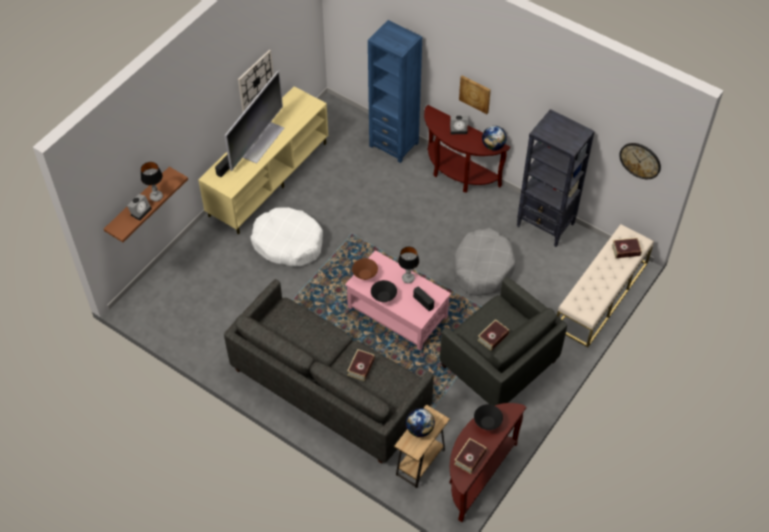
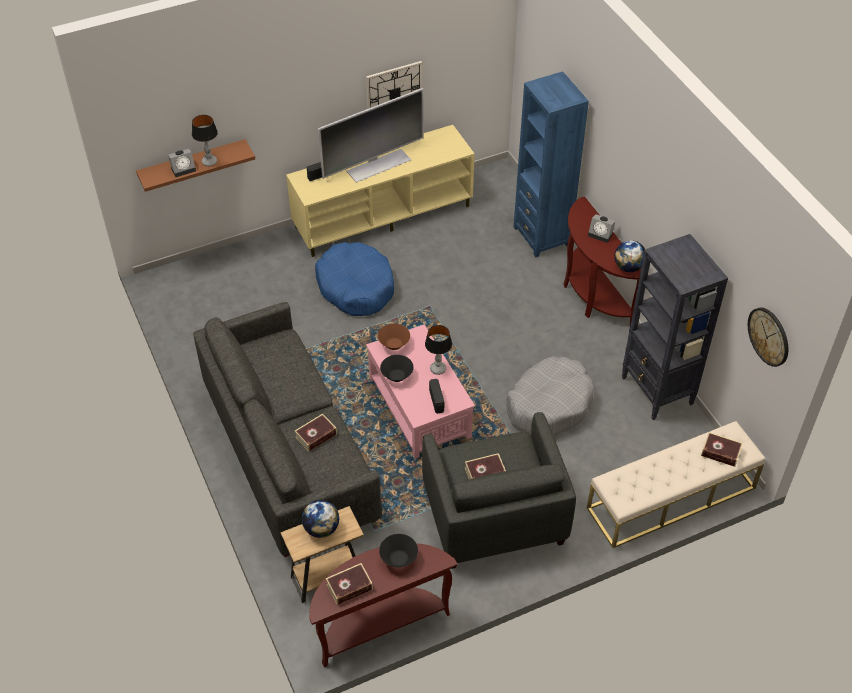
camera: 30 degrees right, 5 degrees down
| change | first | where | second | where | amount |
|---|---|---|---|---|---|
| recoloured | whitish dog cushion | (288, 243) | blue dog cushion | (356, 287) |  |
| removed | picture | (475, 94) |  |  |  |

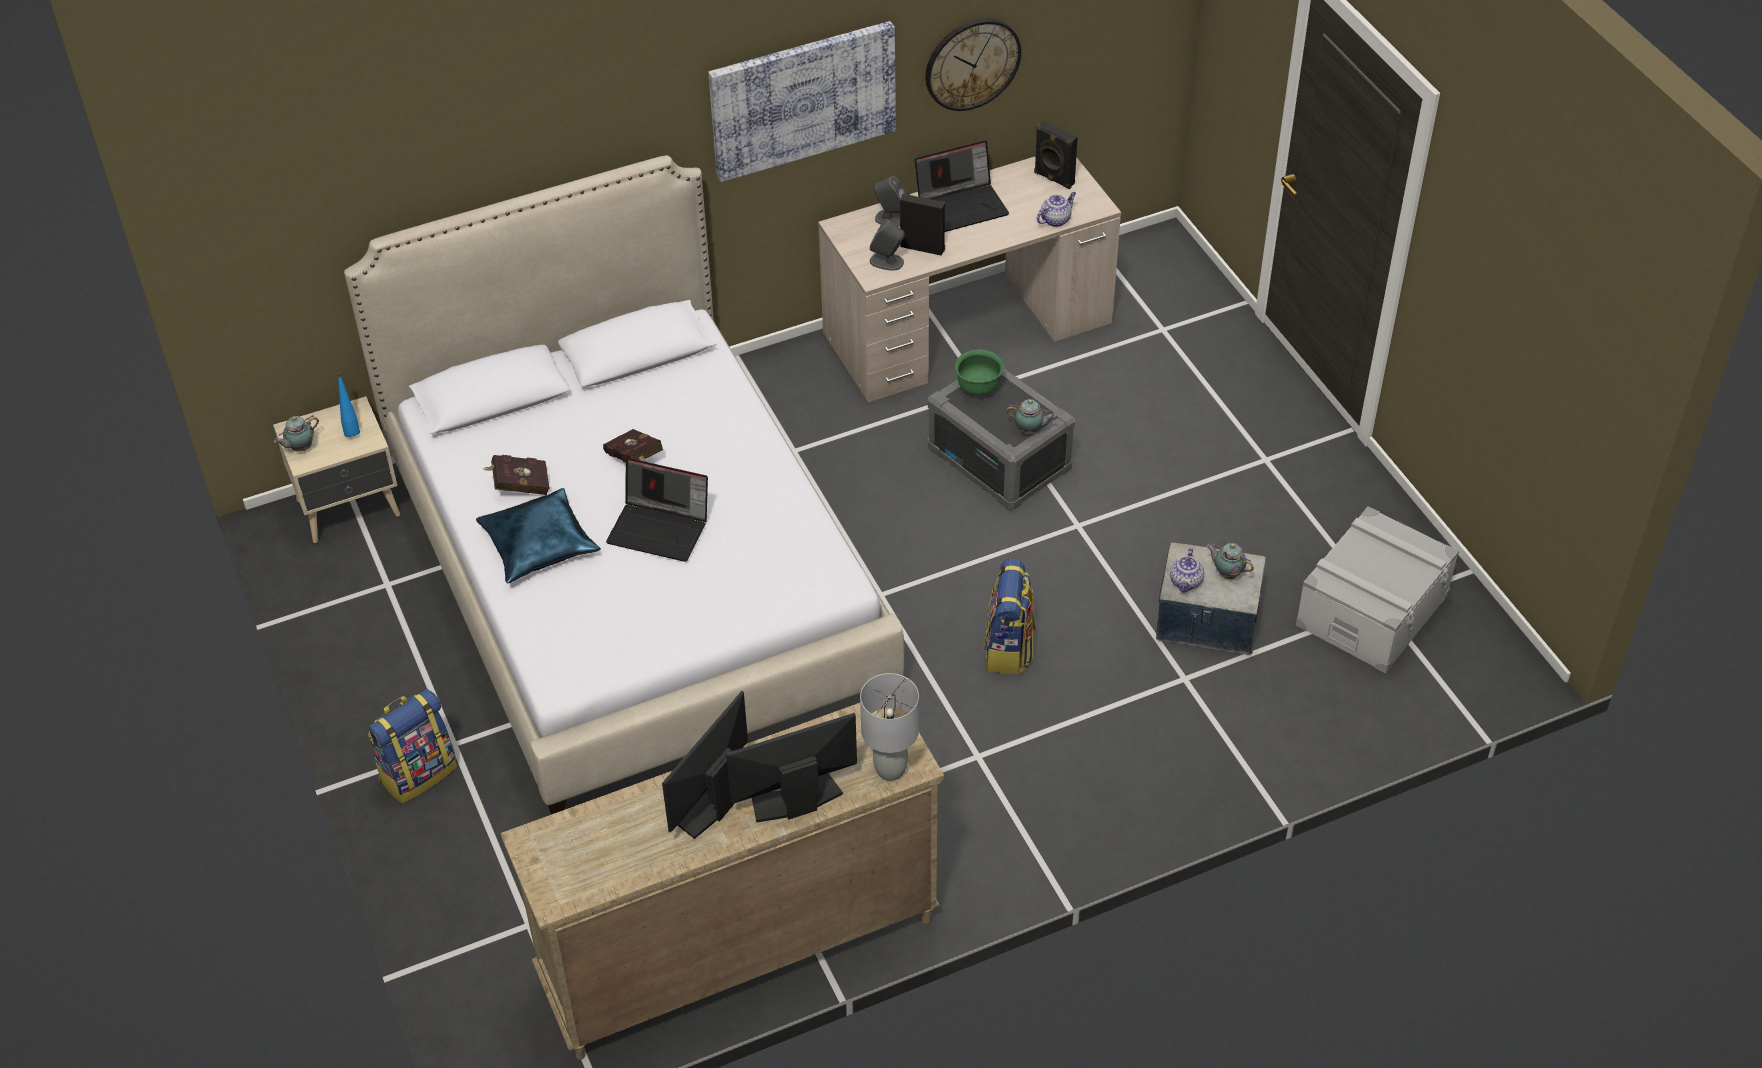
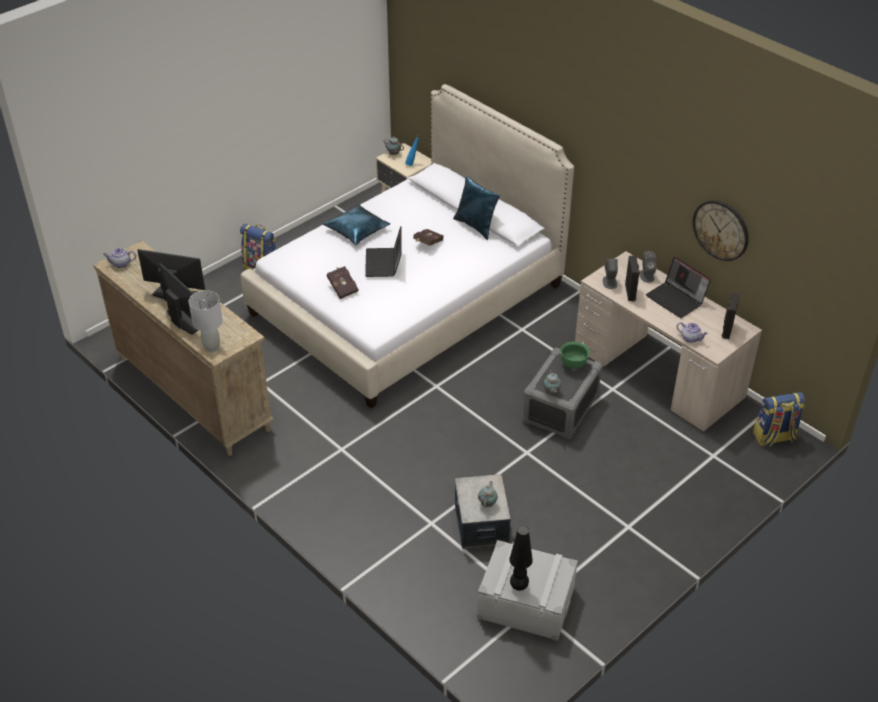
camera: 70 degrees right, 5 degrees down
| change | first | where | second | where | amount |
|---|---|---|---|---|---|
| moved | tea pot | (1186, 583) |  | (121, 264) |  |
| moved | reddish volume | (519, 485) |  | (342, 288) |  |
| added |  |  | blue throw pillow | (476, 226) |  |
| added |  |  | black tabletop lamp | (518, 586) |  |
| moved | backpack | (1009, 649) |  | (774, 437) |  |
| removed | picture | (802, 98) |  |  |  |

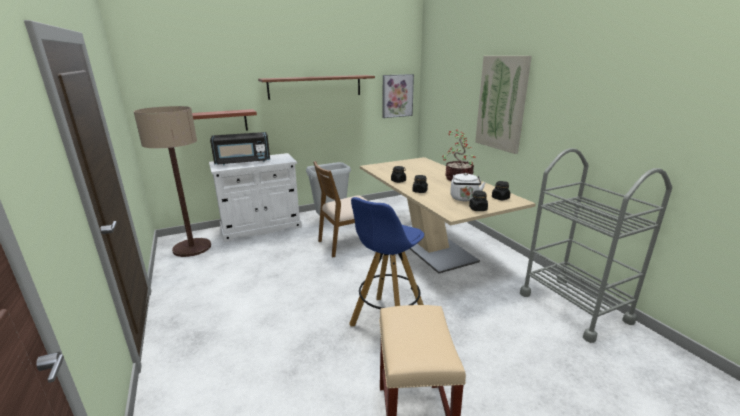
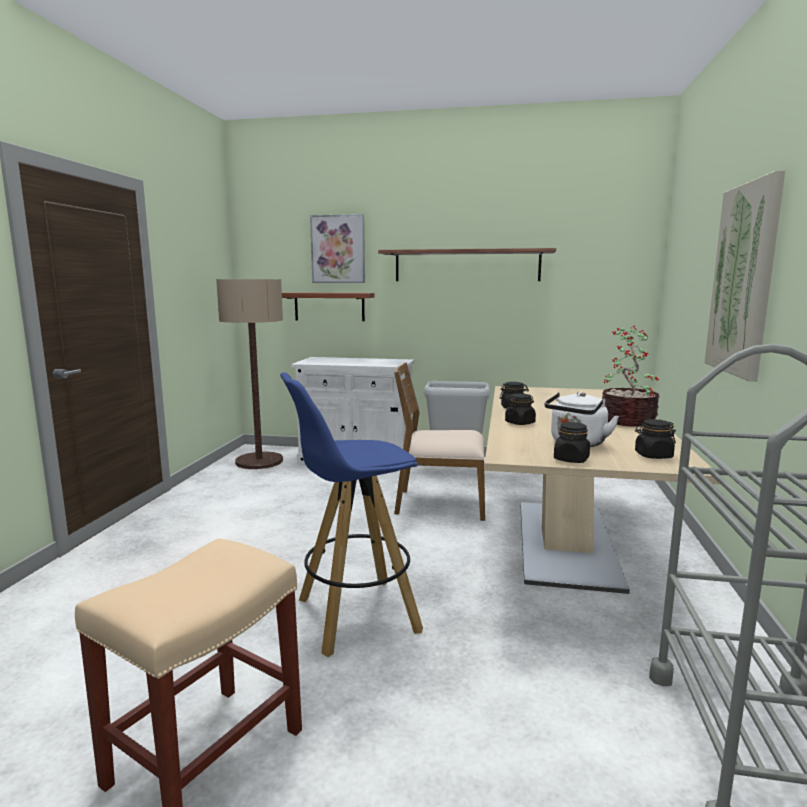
camera: 35 degrees right, 10 degrees down
| change | first | where | second | where | amount |
|---|---|---|---|---|---|
| moved | picture | (397, 96) |  | (338, 249) |  |
| removed | black kitchen microwave | (243, 162) |  |  |  |

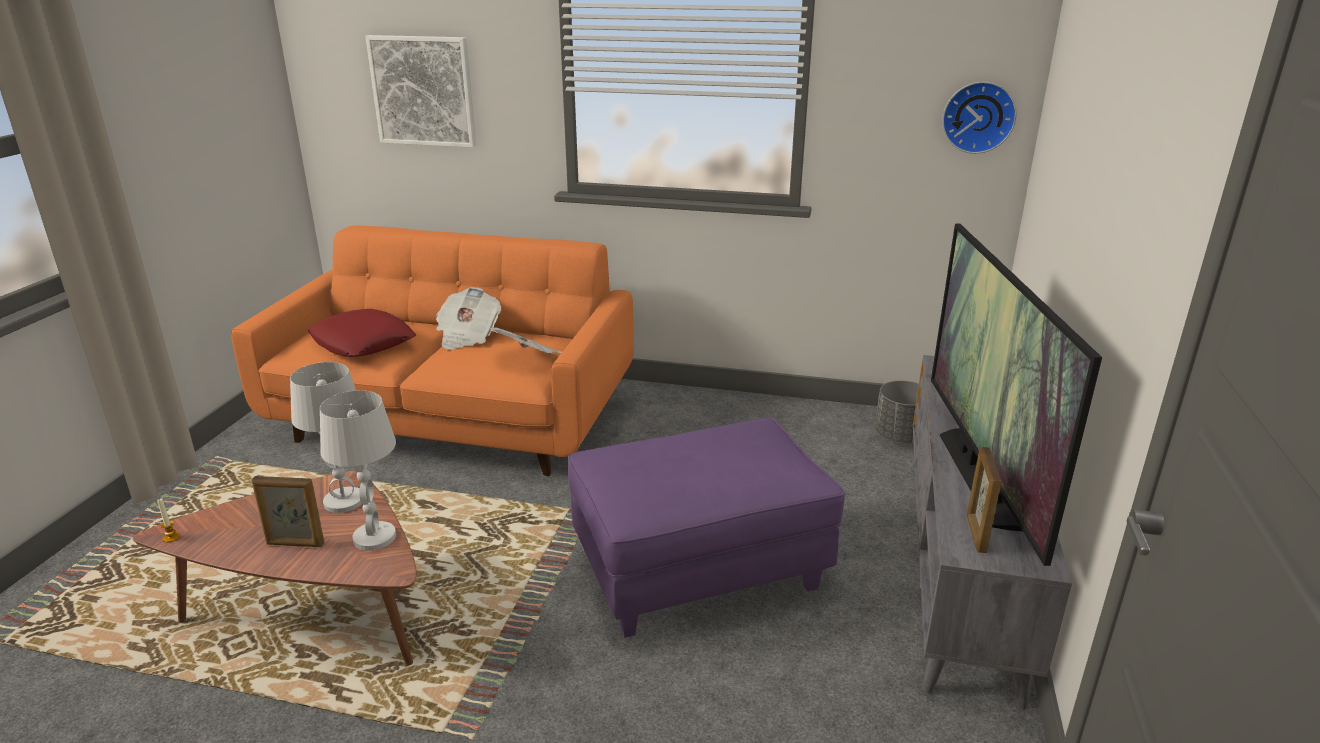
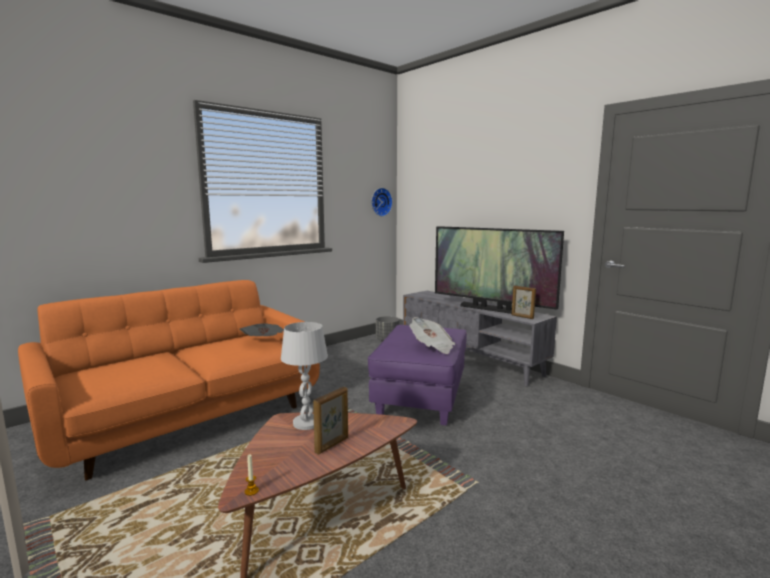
camera: 55 degrees left, 15 degrees down
| change | first | where | second | where | amount |
|---|---|---|---|---|---|
| moved | daily paper | (467, 336) |  | (432, 347) |  |
| removed | reddish throw pillow | (363, 342) |  |  |  |
| removed | whitish tabletop lamp | (374, 537) |  |  |  |
| removed | picture | (423, 91) |  |  |  |

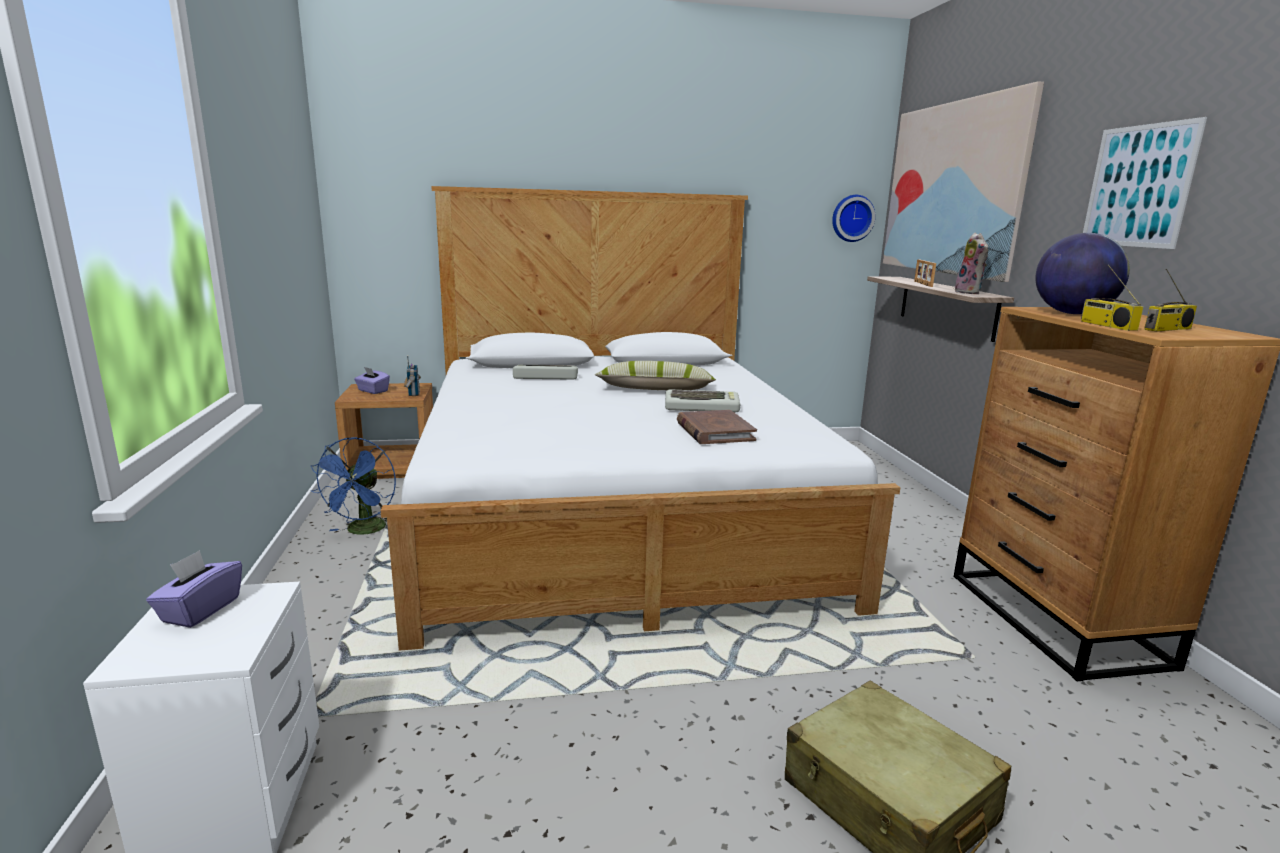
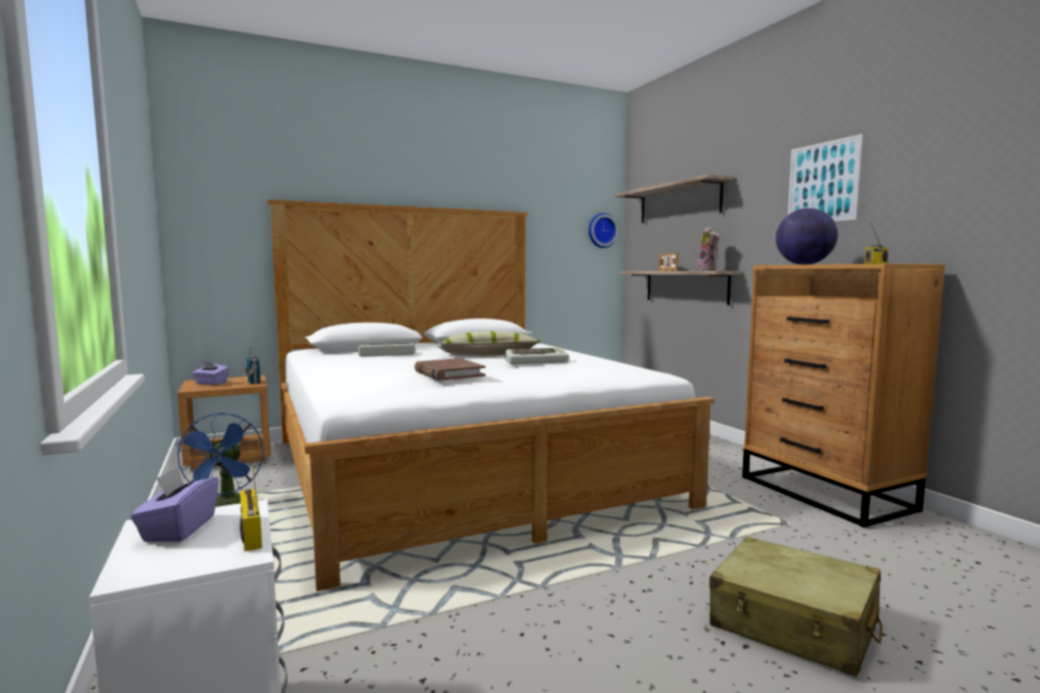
camera: 15 degrees left, 10 degrees down
| change | first | where | second | where | amount |
|---|---|---|---|---|---|
| moved | radio set | (1106, 325) |  | (249, 532) |  |
| moved | brown-coloured volume | (714, 431) |  | (448, 373) |  |
| replaced | picture | (952, 188) | bracket shelf | (679, 202) |  |

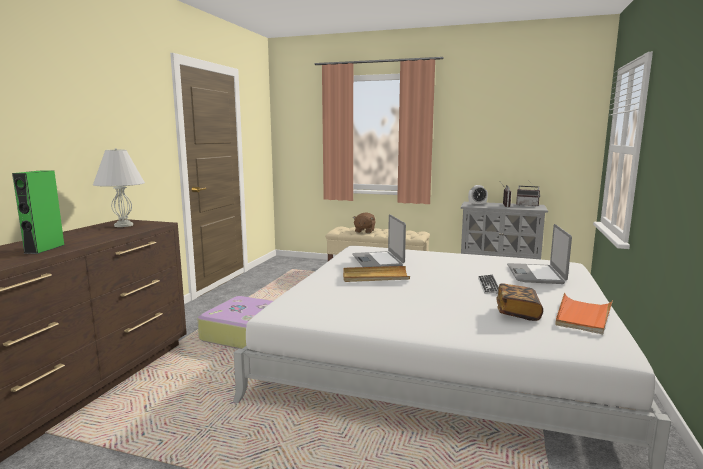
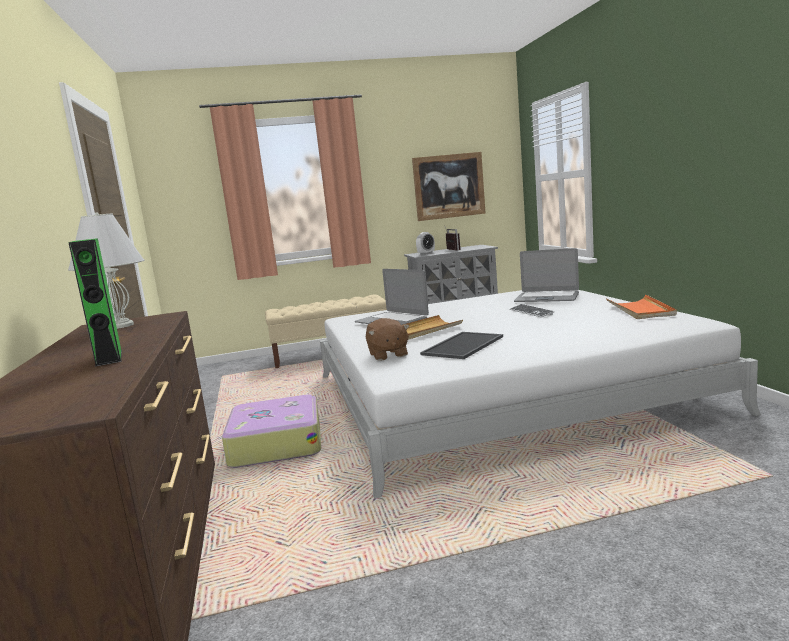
camera: 30 degrees left, 0 degrees up
| change | first | where | second | where | amount |
|---|---|---|---|---|---|
| moved | brown-coloured plush toy | (364, 231) |  | (388, 355) |  |
| added |  |  | picture | (449, 186) |  |
| added |  |  | tray | (463, 346) |  |
| turned | notebook computer | (535, 274) |  | (547, 298) | 45 degrees counterclockwise |
| removed | volume | (517, 312) |  |  |  |
| removed | radio set | (528, 205) |  |  |  |

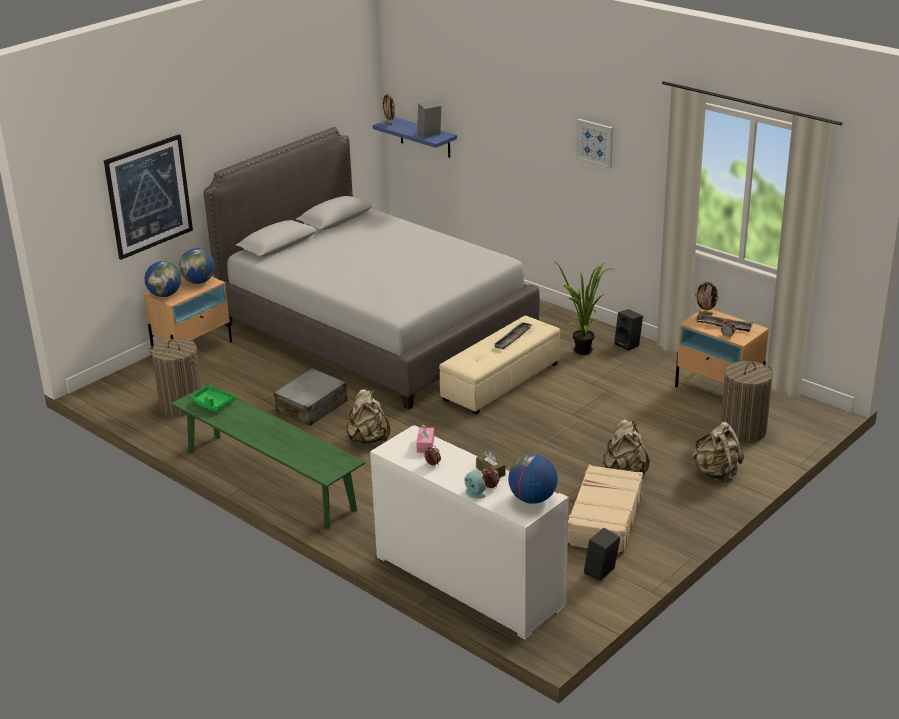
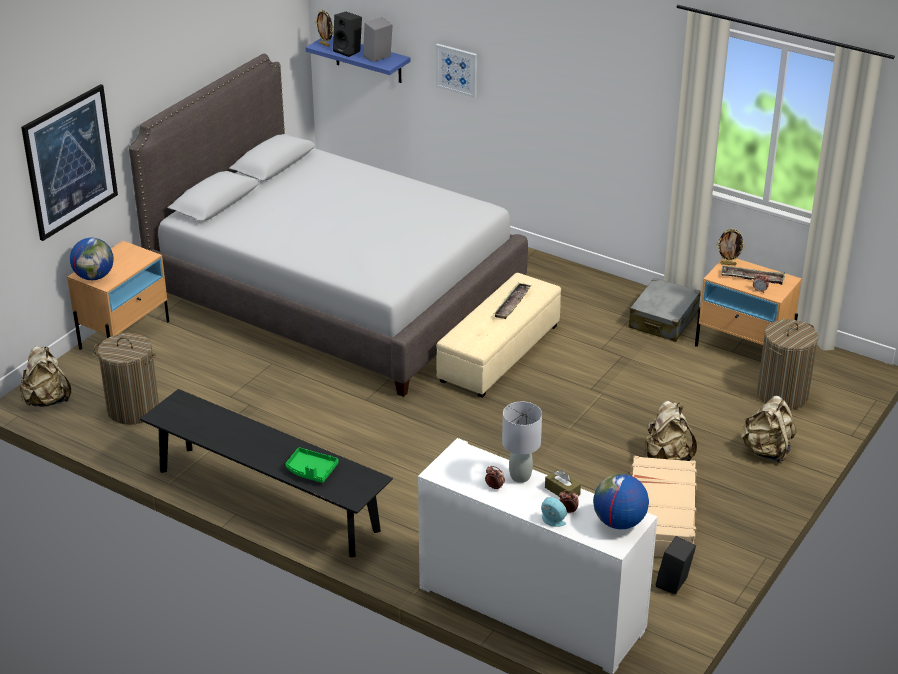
camera: 10 degrees left, 5 degrees up
| change | first | where | second | where | amount |
|---|---|---|---|---|---|
| moved | beige backpack | (368, 439) |  | (47, 400) |  |
| recoloured | green indoor bench | (269, 480) | black indoor bench | (267, 500) |  |
| moved | green tray | (213, 404) |  | (311, 471) |  |
| moved | black loudspeaker | (628, 344) |  | (349, 51) |  |
| moved | picture | (595, 143) |  | (457, 70) |  |
| added |  |  | greyish tabletop lamp | (520, 477) |  |
| moved | greyish travel case | (312, 407) |  | (664, 320) |  |
| removed | world globe | (199, 281) |  |  |  |
| removed | pinkish box of tissues | (425, 445) |  |  |  |
| removed | houseplant | (585, 353) |  |  |  |

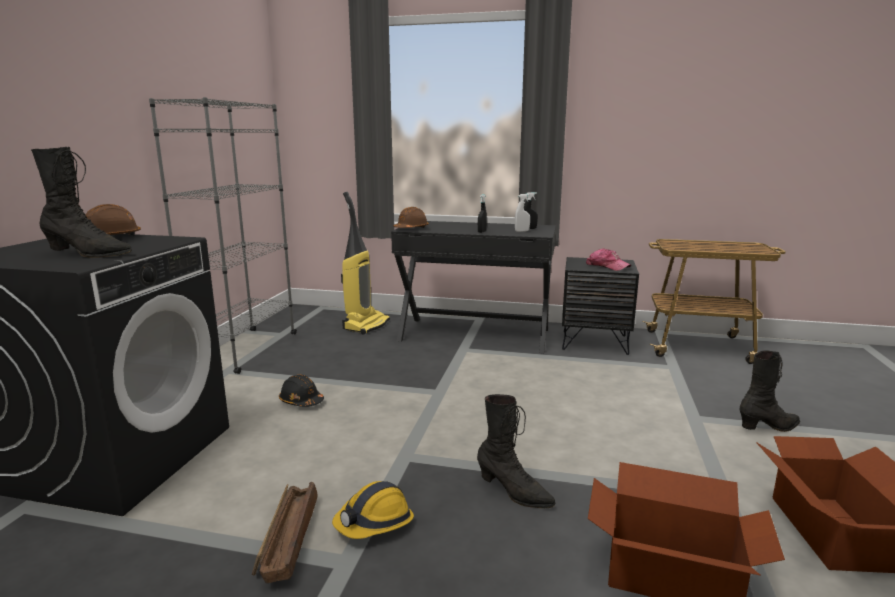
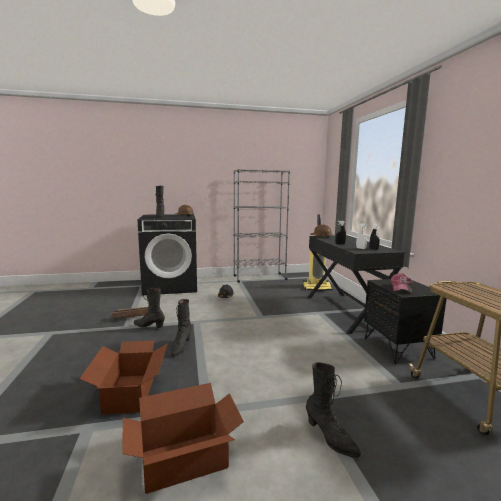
camera: 65 degrees right, 5 degrees down
| change | first | where | second | where | amount |
|---|---|---|---|---|---|
| replaced | hard hat | (375, 522) | black tall boot | (149, 326) |  |

